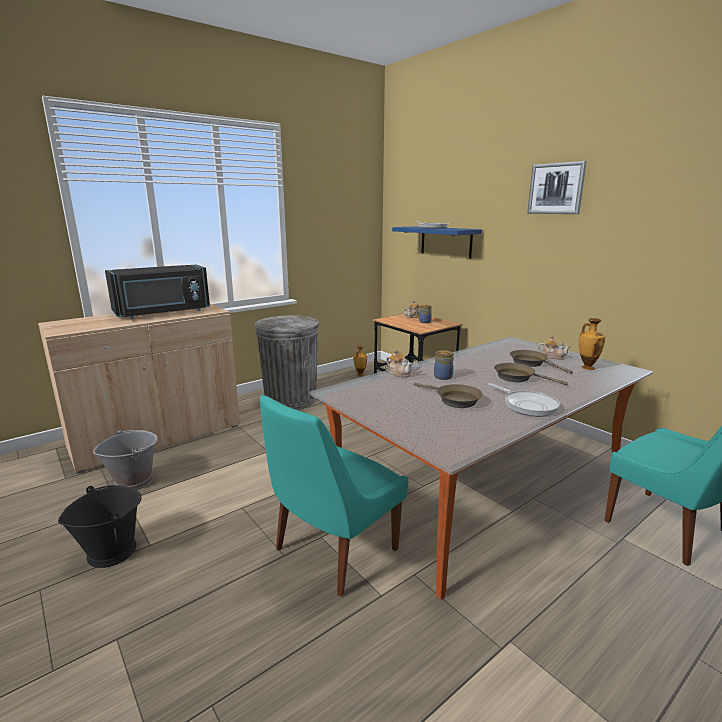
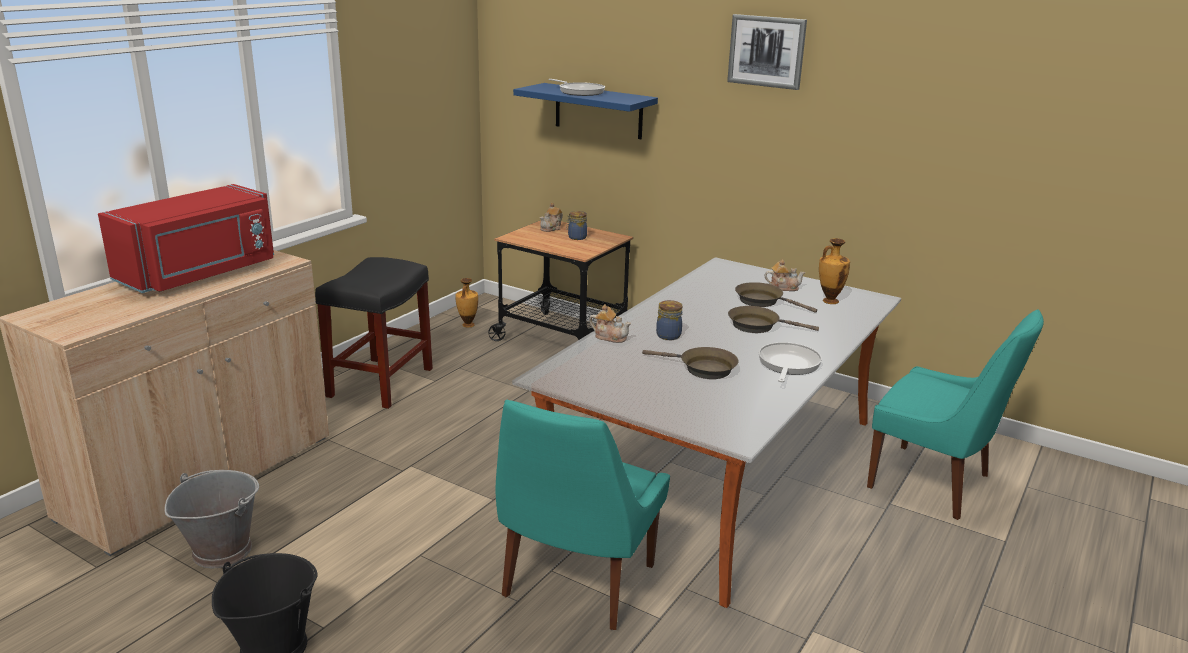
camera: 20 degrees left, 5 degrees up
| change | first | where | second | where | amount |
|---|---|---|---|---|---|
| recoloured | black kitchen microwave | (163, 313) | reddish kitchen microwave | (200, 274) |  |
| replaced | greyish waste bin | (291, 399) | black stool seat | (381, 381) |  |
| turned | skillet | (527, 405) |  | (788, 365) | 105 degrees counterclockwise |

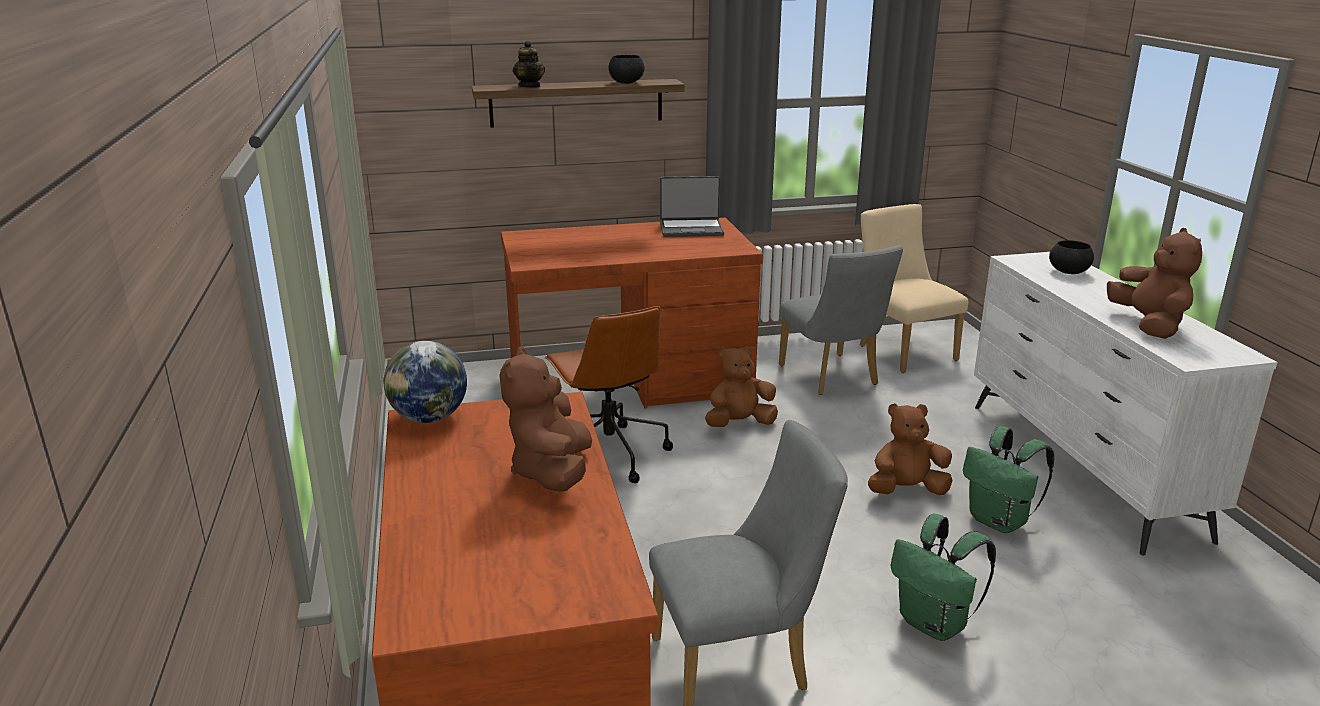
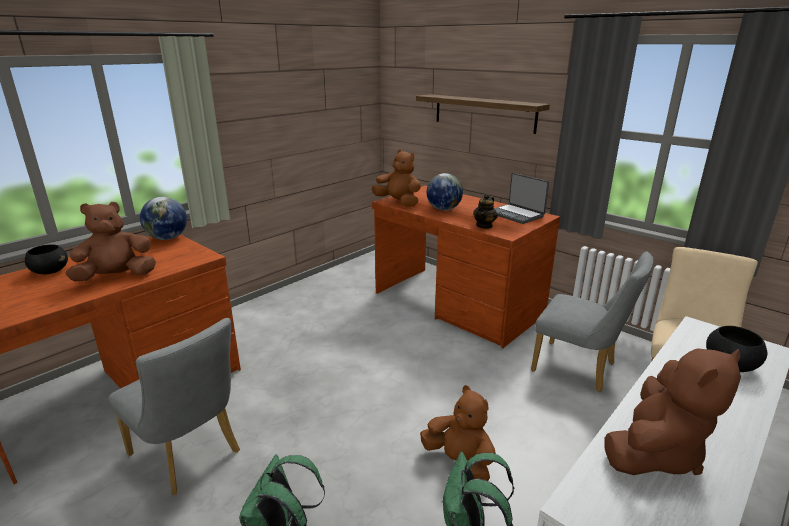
camera: 55 degrees right, 0 degrees up
| change | first | where | second | where | amount |
|---|---|---|---|---|---|
| moved | black bowl | (626, 83) |  | (50, 272) |  |
| moved | brown-coloured plush toy | (739, 424) |  | (398, 203) |  |
| added |  |  | world globe | (443, 209) |  |
| moved | tea pot | (530, 86) |  | (484, 226) |  |
| turned | greyish upright chair | (832, 378) |  | (580, 369) | 90 degrees counterclockwise |
| removed | brown-coloured computer chair | (608, 453) |  |  |  |

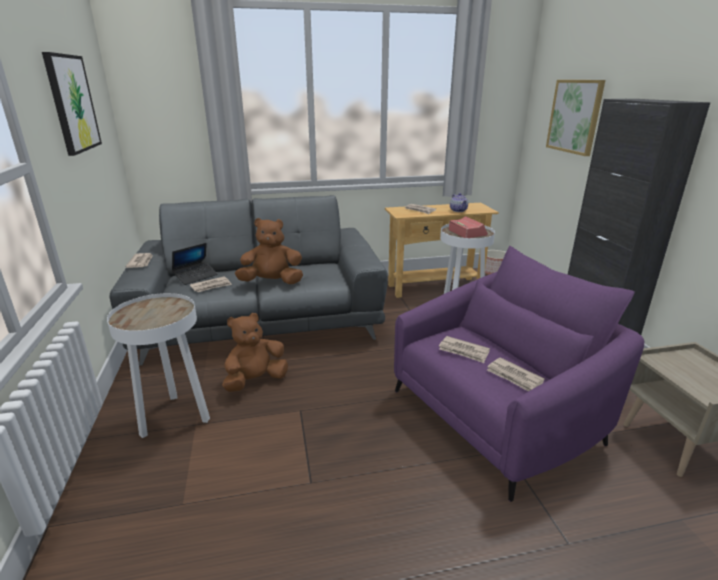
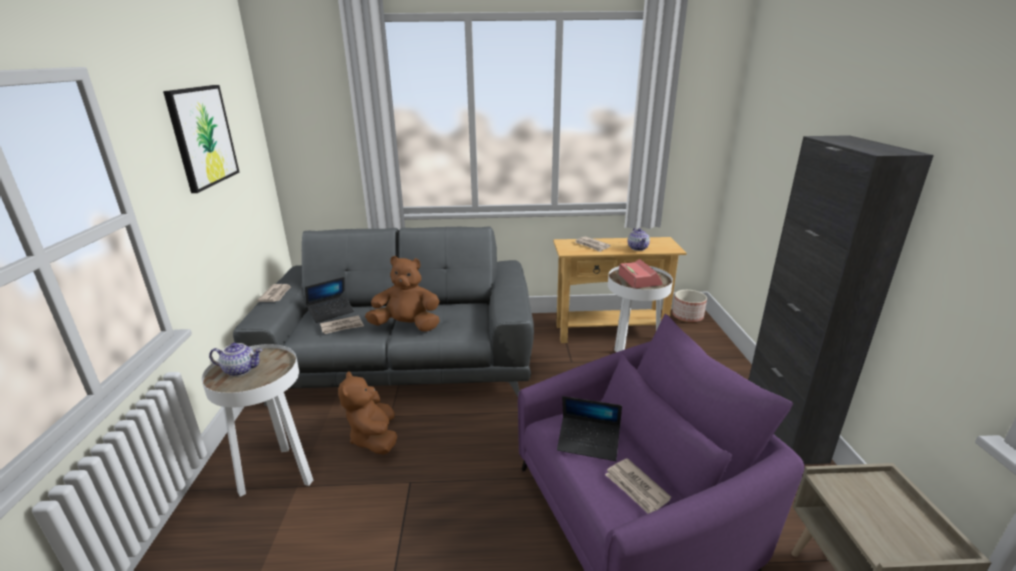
camera: 10 degrees right, 0 degrees up
| change | first | where | second | where | amount |
|---|---|---|---|---|---|
| added |  |  | tea pot | (241, 369) |  |
| turned | brown-coloured plush toy | (255, 381) |  | (374, 438) | 75 degrees counterclockwise |
| replaced | daily paper | (464, 351) | notebook computer | (588, 443) |  |
| removed | picture | (575, 116) |  |  |  |

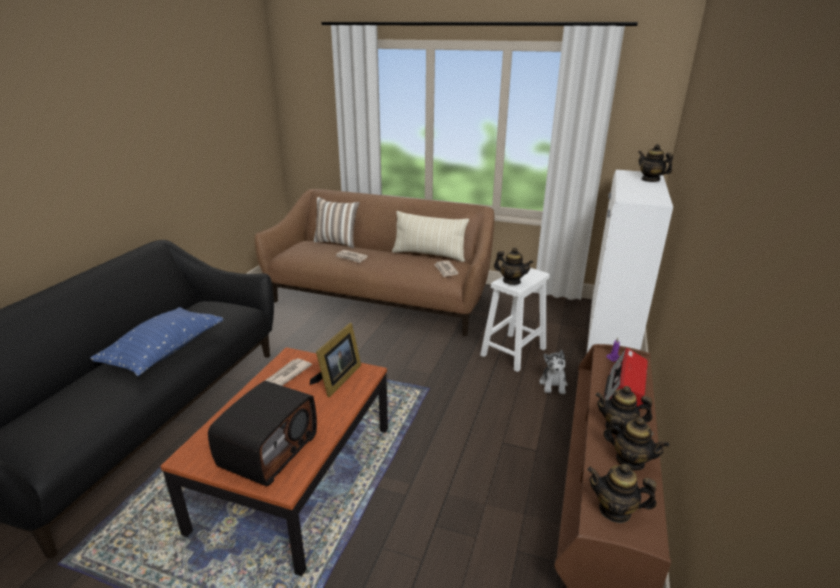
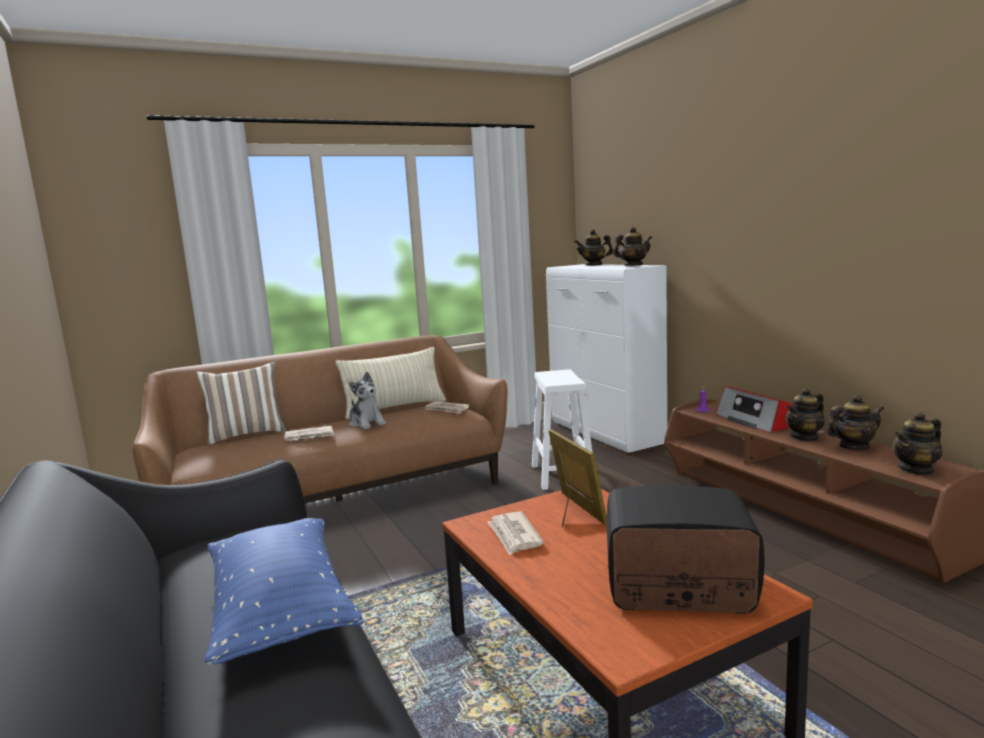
camera: 45 degrees left, 15 degrees down
| change | first | where | second | where | amount |
|---|---|---|---|---|---|
| moved | plush toy | (553, 384) |  | (366, 423) |  |
| turned | radio set | (268, 450) |  | (677, 587) | 60 degrees counterclockwise |
| moved | tea pot | (511, 281) |  | (633, 266) |  |

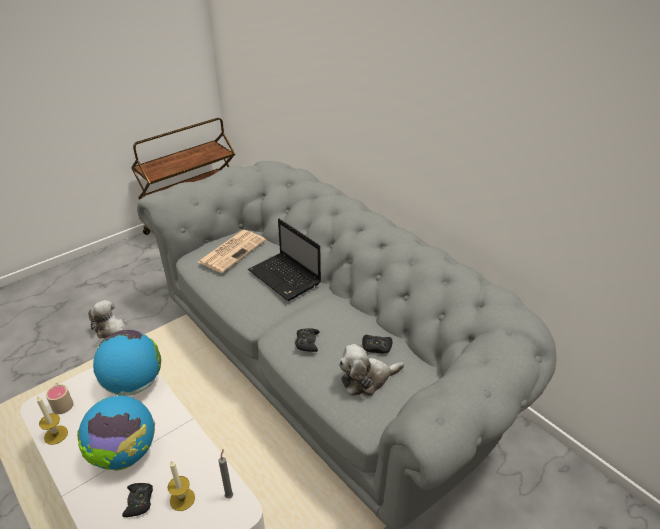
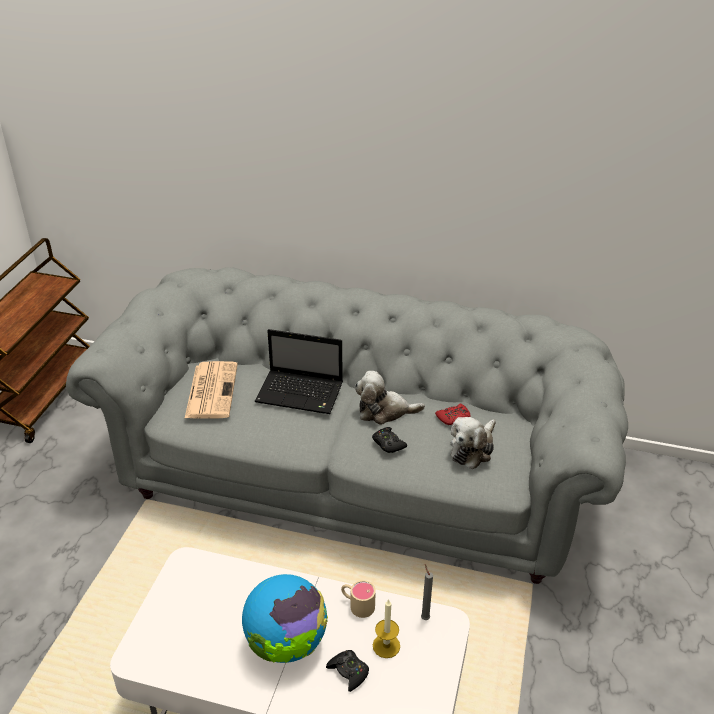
camera: 35 degrees left, 0 degrees up
| change | first | where | second | where | amount |
|---|---|---|---|---|---|
| moved | beige coffee mug | (62, 402) |  | (357, 604) |  |
| moved | plush toy | (112, 331) |  | (384, 411) |  |
| recoloured | black joypad | (376, 347) | reddish joypad | (453, 418) |  |
| removed | wax light | (56, 435) |  |  |  |
| removed | world globe | (134, 383) |  |  |  |

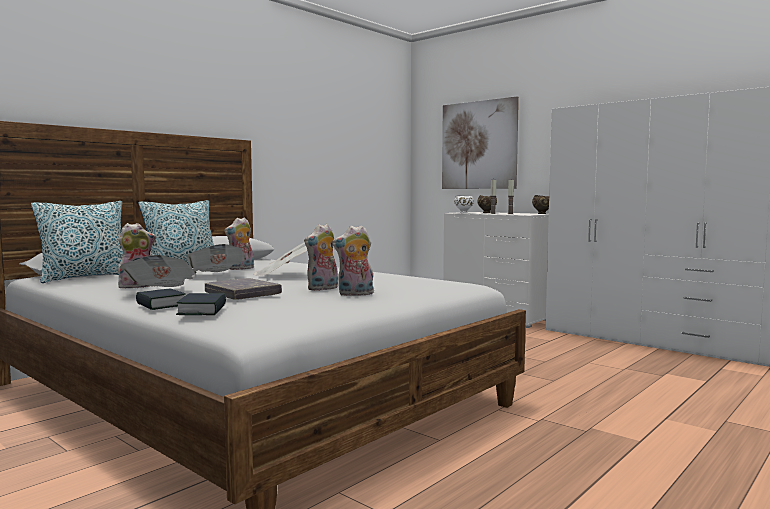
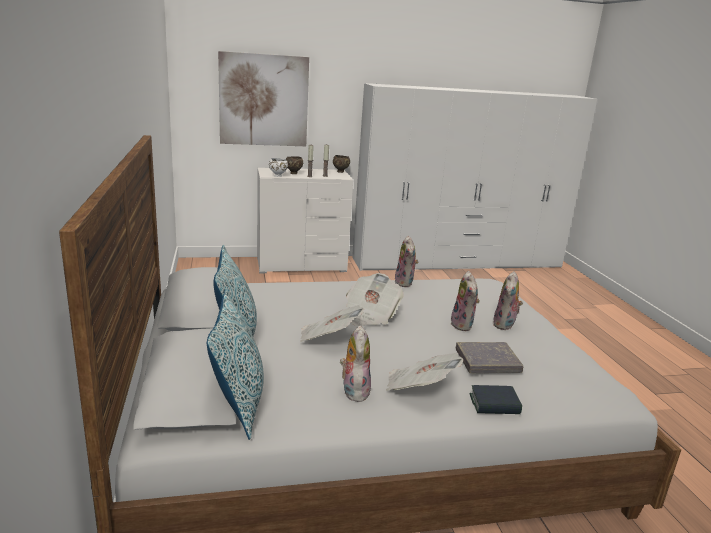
camera: 55 degrees left, 15 degrees up
| change | first | where | second | where | amount |
|---|---|---|---|---|---|
| moved | plush toy | (241, 269) |  | (405, 283) |  |
| removed | volume | (202, 310) |  |  |  |

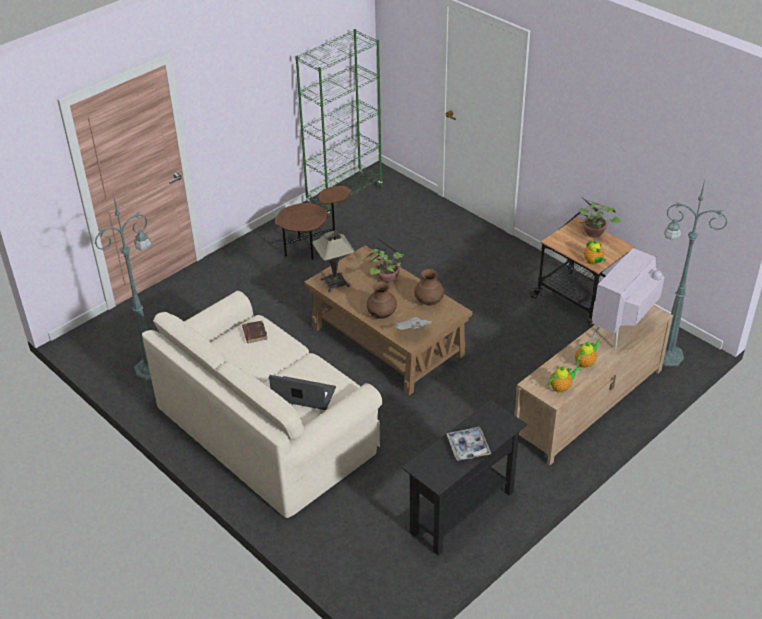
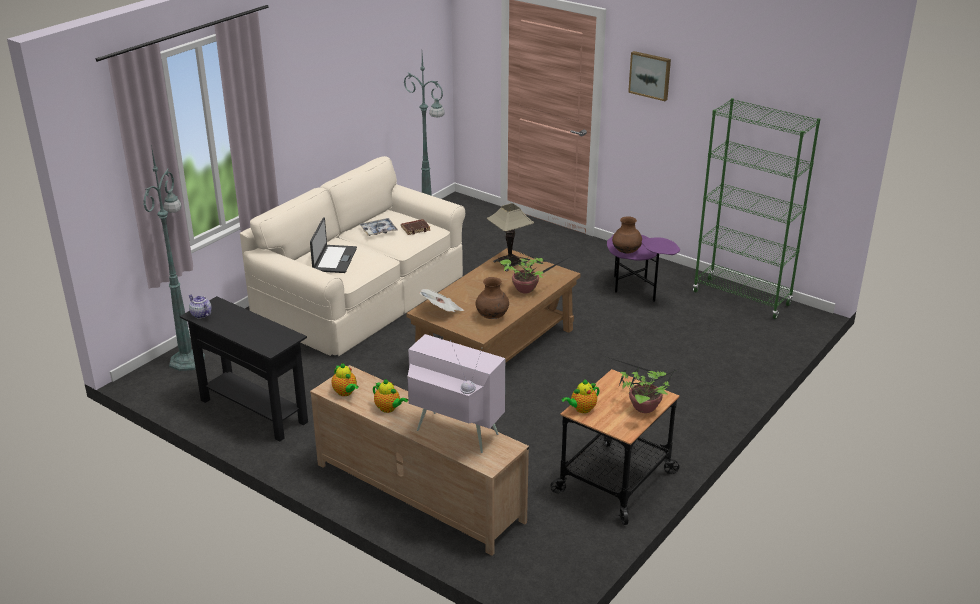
camera: 80 degrees right, 10 degrees down
| change | first | where | second | where | amount |
|---|---|---|---|---|---|
| moved | green floor lamp | (665, 355) |  | (188, 360) |  |
| added |  |  | tea pot | (200, 314) |  |
| moved | tray | (468, 447) |  | (378, 231) |  |
| recoloured | brown-coloured side table | (313, 247) | purple-coloured side table | (636, 290) |  |
| moved | brown-coloured decorative vase | (381, 314) |  | (626, 251) |  |
| added |  |  | picture | (650, 75) |  |

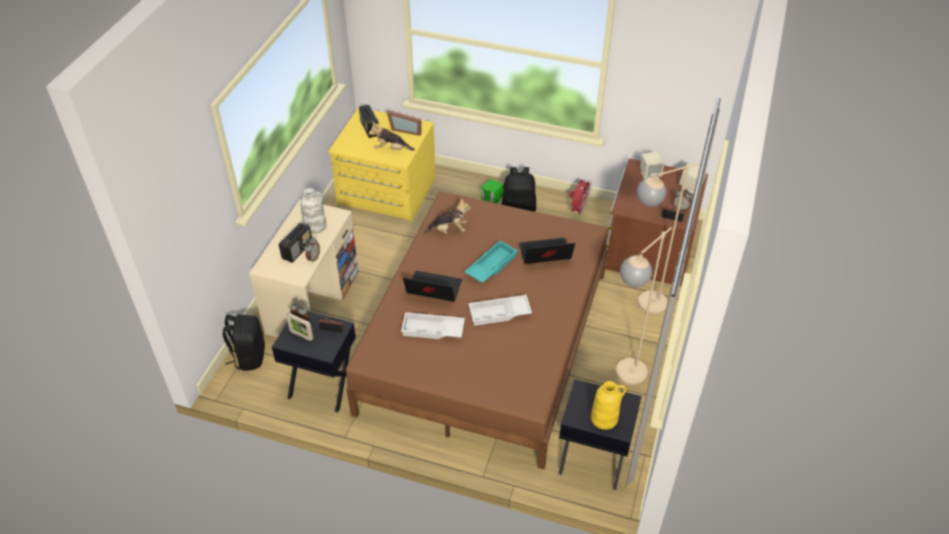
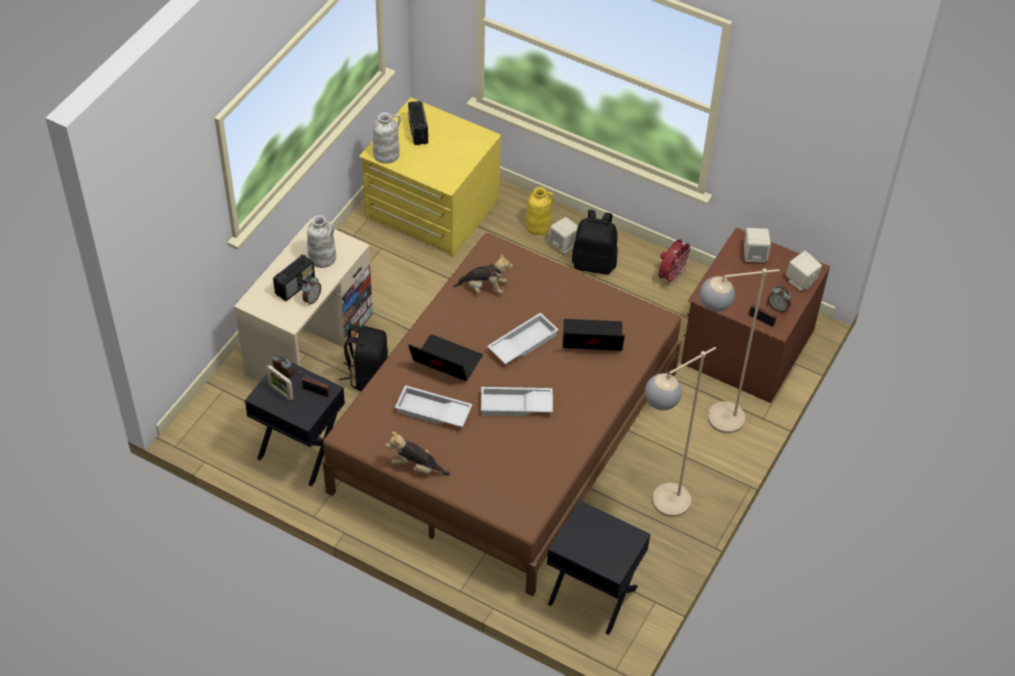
camera: 10 degrees right, 5 degrees up
| change | first | where | second | where | amount |
|---|---|---|---|---|---|
| moved | black backpack | (249, 357) |  | (367, 375) |  |
| added |  |  | whitish decorative vase | (386, 154) |  |
| moved | plush toy | (391, 149) |  | (416, 467) |  |
| recoloured | turquoise tray | (491, 265) | whitish tray | (522, 342) |  |
| moved | yellow decorative vase | (604, 418) |  | (538, 226) |  |
| recoloured | green loudspeaker | (492, 200) | beige loudspeaker | (564, 244) |  |
| removed | photo frame | (406, 129) |  |  |  |

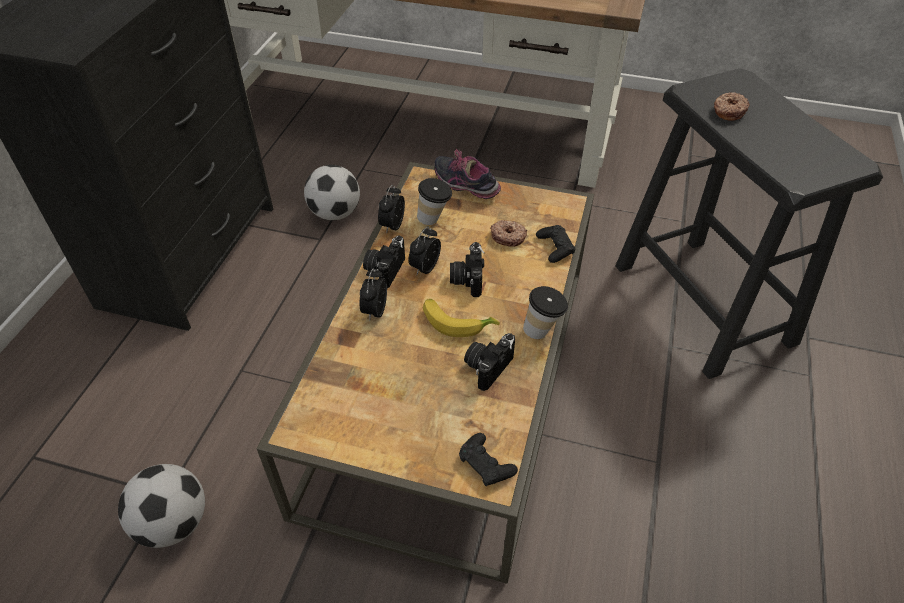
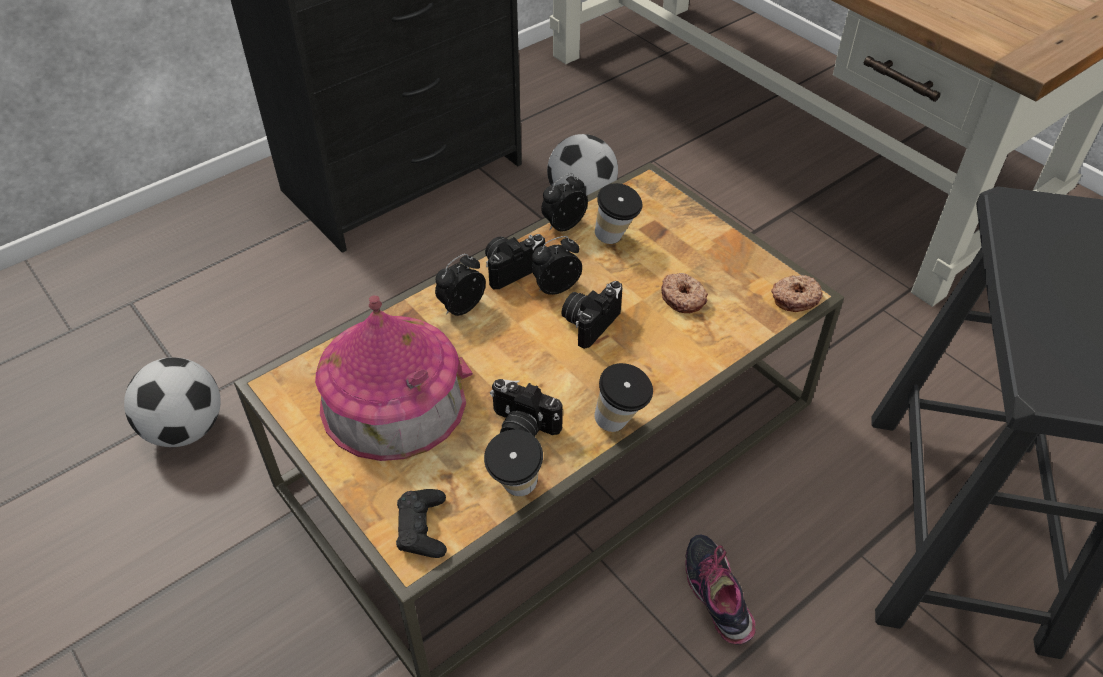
camera: 35 degrees right, 0 degrees up
| change | first | where | second | where | amount |
|---|---|---|---|---|---|
| added |  |  | toy house | (393, 400) |  |
| added |  |  | small cup | (516, 492) |  |
| turned | photo camera | (487, 366) |  | (522, 428) | 135 degrees counterclockwise |
| moved | low shoe | (466, 186) |  | (717, 597) |  |
| moved | donut | (728, 111) |  | (794, 298) |  |
| removed | whole banana | (457, 321) |  |  |  |
| removed | black joypad | (555, 247) |  |  |  |

